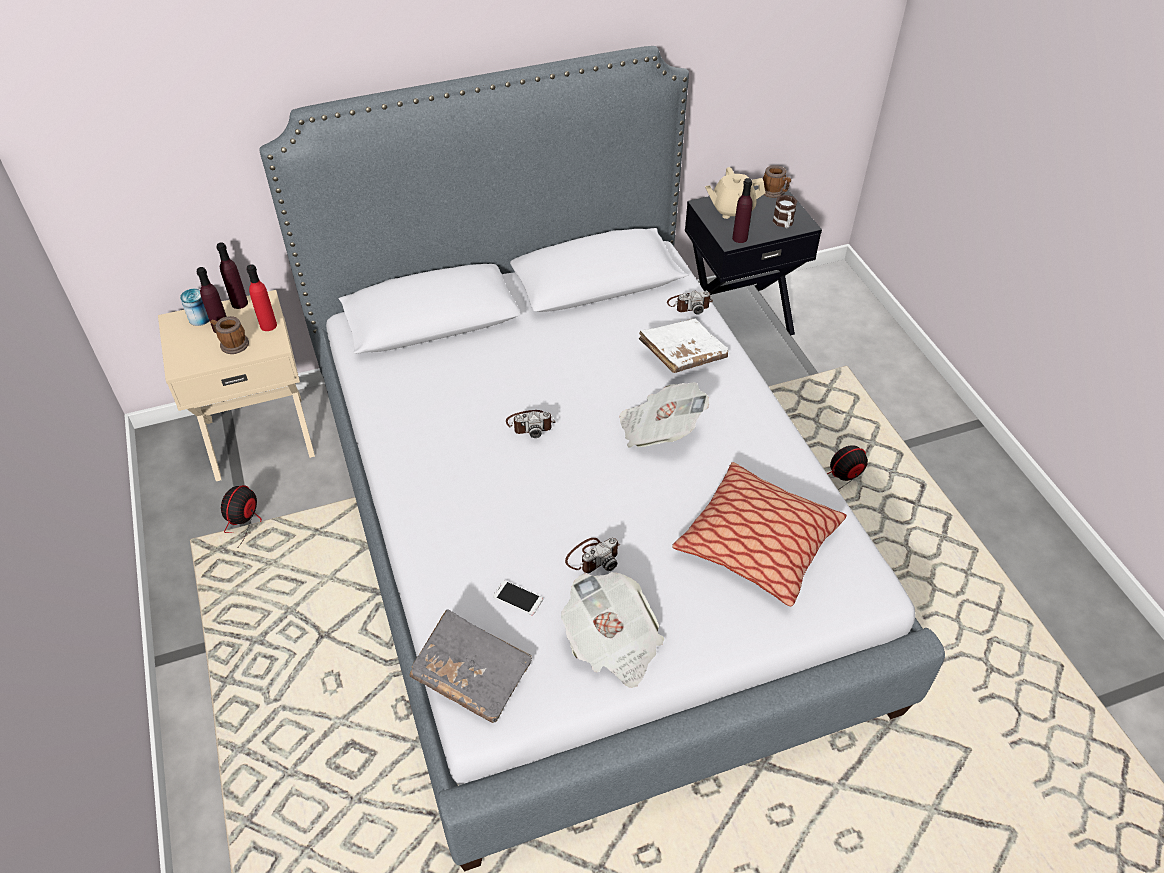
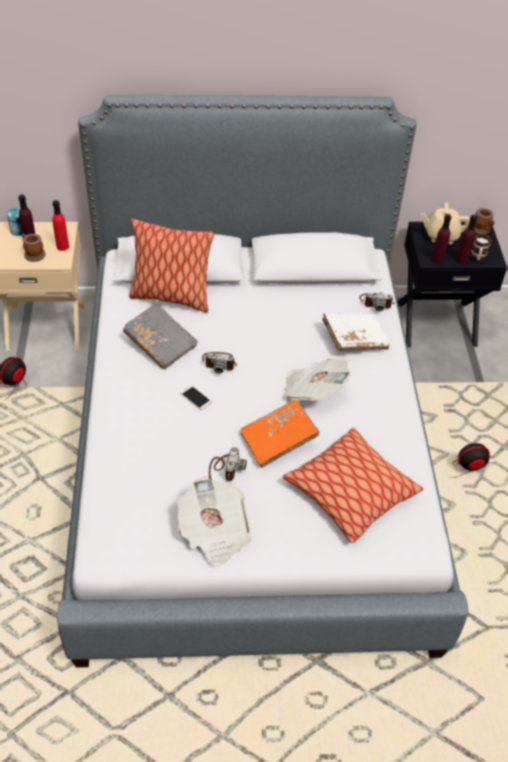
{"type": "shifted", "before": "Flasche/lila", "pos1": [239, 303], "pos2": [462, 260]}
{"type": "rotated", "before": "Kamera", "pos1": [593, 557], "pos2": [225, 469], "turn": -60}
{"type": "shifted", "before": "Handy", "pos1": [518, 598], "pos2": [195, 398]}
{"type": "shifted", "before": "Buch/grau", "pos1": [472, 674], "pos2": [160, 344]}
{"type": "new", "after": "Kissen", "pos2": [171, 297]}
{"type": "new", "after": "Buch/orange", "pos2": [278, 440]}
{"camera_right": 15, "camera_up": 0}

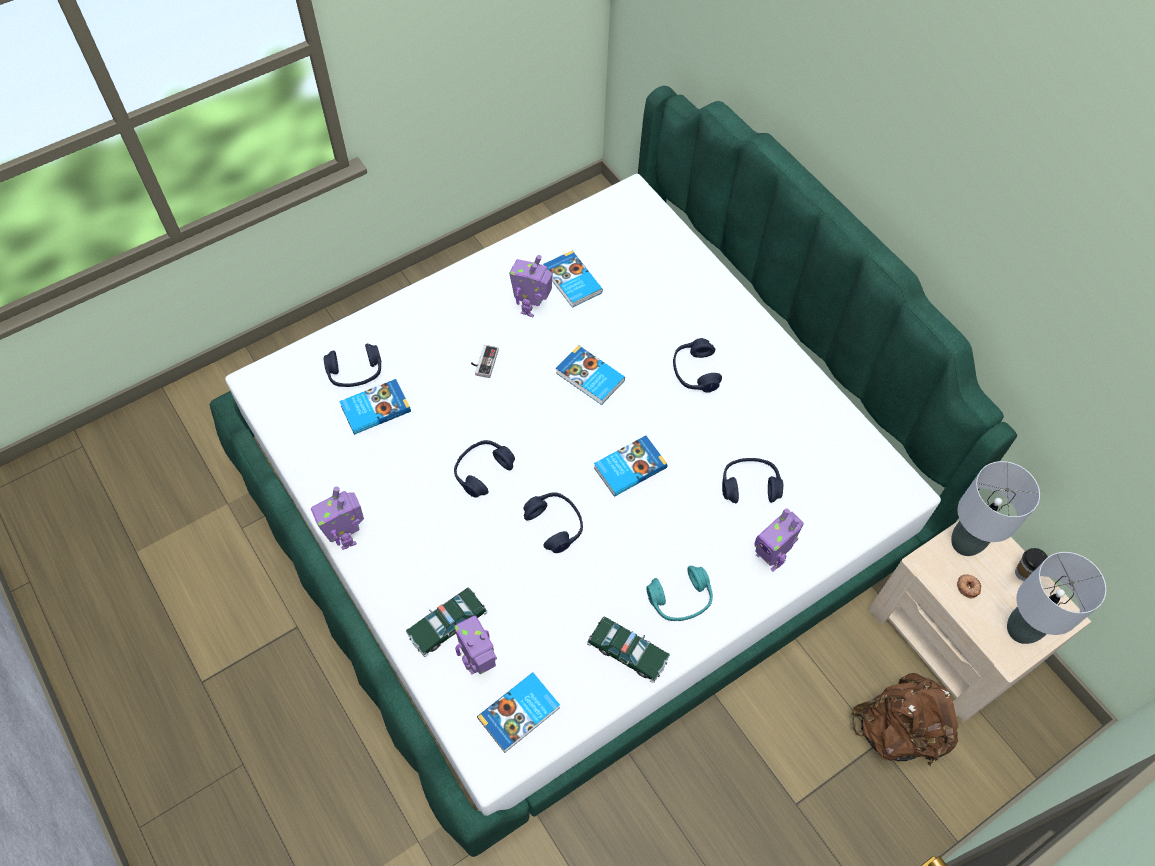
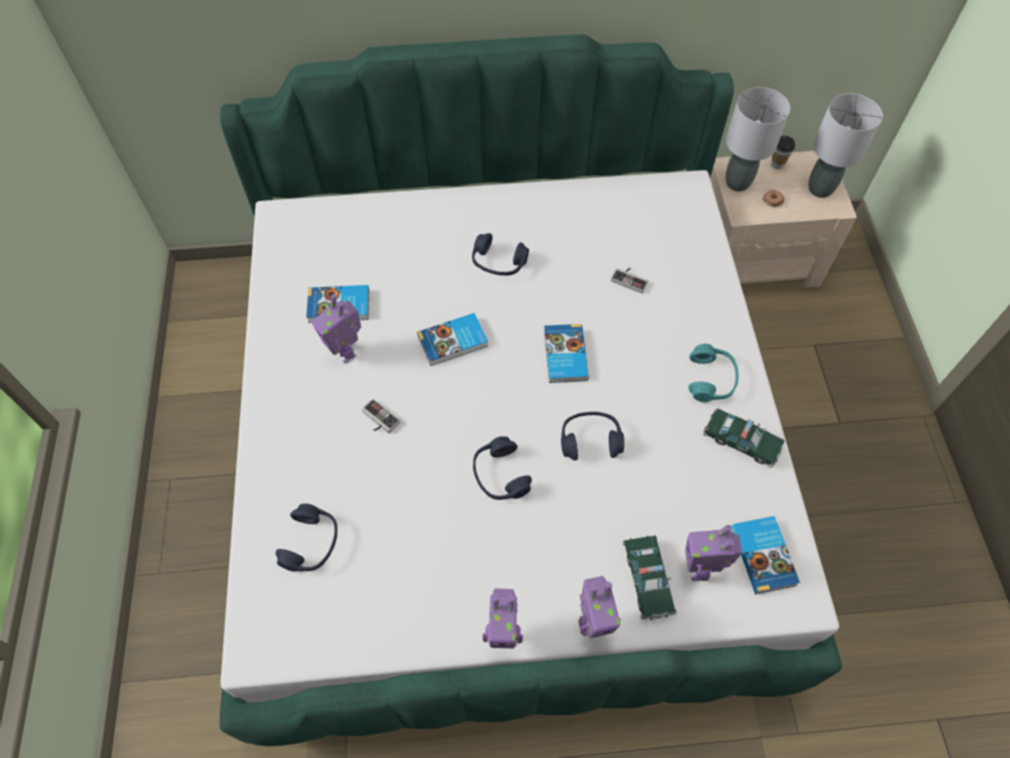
{"type": "gone", "before": "Buch", "pos1": [375, 408]}
{"type": "swapped", "before": "Kopfhörer/blau", "after": "Gamepad", "pos1": [749, 485], "pos2": [630, 279]}
{"type": "shifted", "before": "Spielzeugroboter", "pos1": [770, 557], "pos2": [593, 623]}
{"type": "rotated", "before": "Spielzeugauto", "pos1": [628, 652], "pos2": [741, 441], "turn": 60}
{"type": "gone", "before": "Rucksack/braun", "pos1": [897, 731]}
{"camera_right": -60, "camera_up": 0}

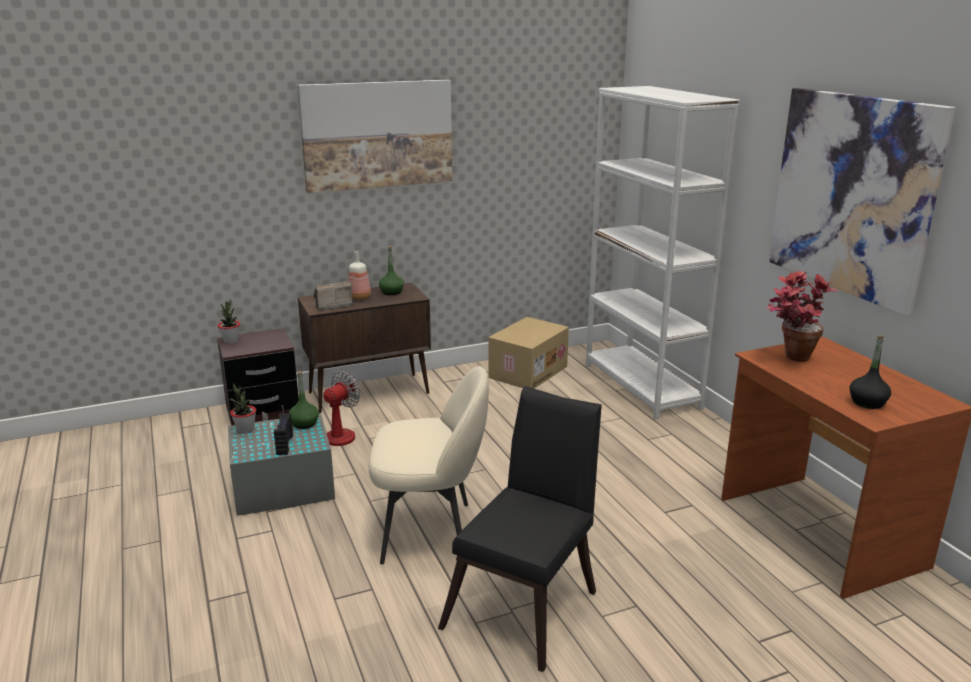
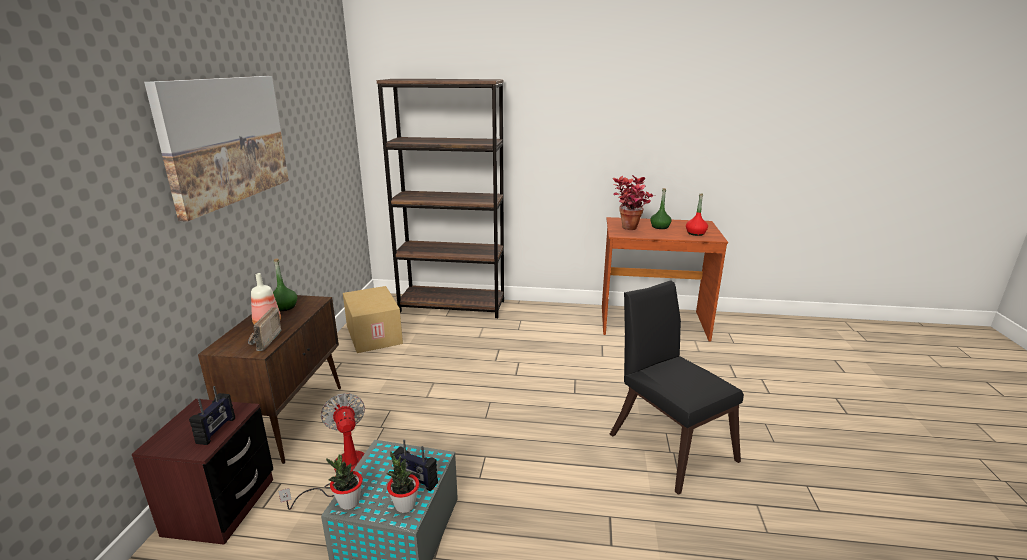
{"type": "repainted", "before": "Bücherregal/weiß", "after": "Bücherregal/braun", "pos1": [641, 386], "pos2": [452, 306]}
{"type": "gone", "before": "Bild", "pos1": [851, 195]}
{"type": "shifted", "before": "Topfpflanze", "pos1": [231, 341], "pos2": [405, 505]}
{"type": "repainted", "before": "Flasche/schwarz", "after": "Flasche/rot", "pos1": [867, 402], "pos2": [695, 233]}
{"type": "gone", "before": "Stuhl/beige", "pos1": [430, 532]}
{"type": "shifted", "before": "Flasche/grün", "pos1": [304, 423], "pos2": [660, 227]}
{"type": "new", "after": "Radio", "pos2": [216, 430]}
{"camera_right": -60, "camera_up": 0}

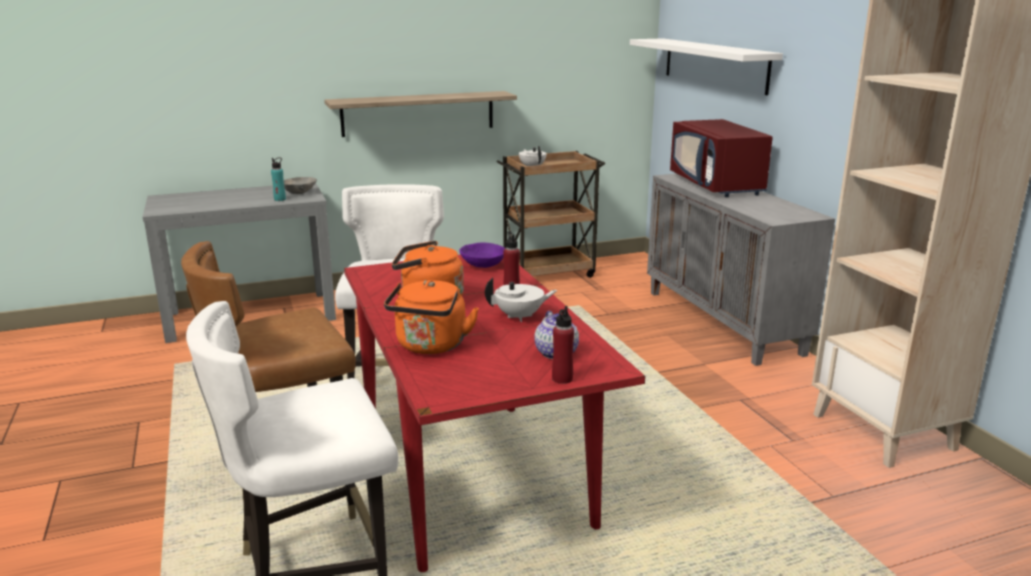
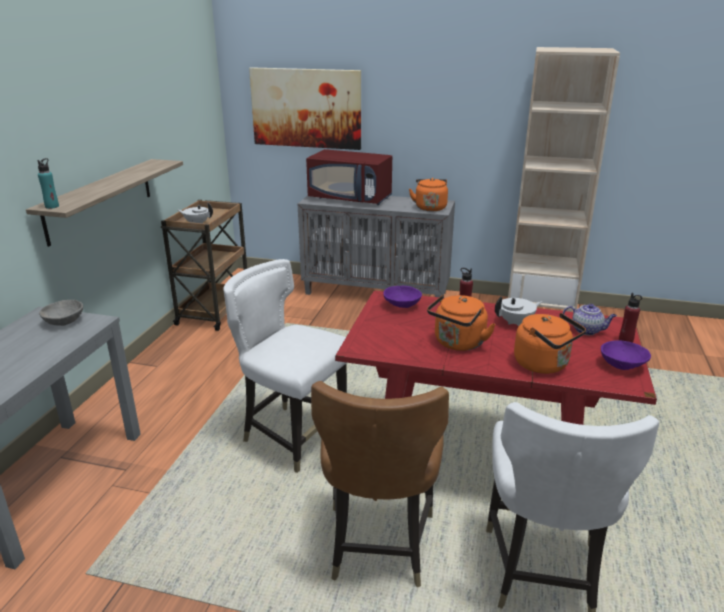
{"type": "swapped", "before": "Wandregal/weiß", "after": "Bild", "pos1": [714, 64], "pos2": [306, 108]}
{"type": "shifted", "before": "Flasche/türkis", "pos1": [280, 199], "pos2": [52, 206]}
{"type": "rotated", "before": "Teekanne/weiß", "pos1": [520, 317], "pos2": [516, 323], "turn": 45}
{"type": "new", "after": "Wasserkessel/orange", "pos2": [430, 207]}
{"type": "new", "after": "Schüssel/lila", "pos2": [623, 365]}
{"camera_right": -55, "camera_up": 5}

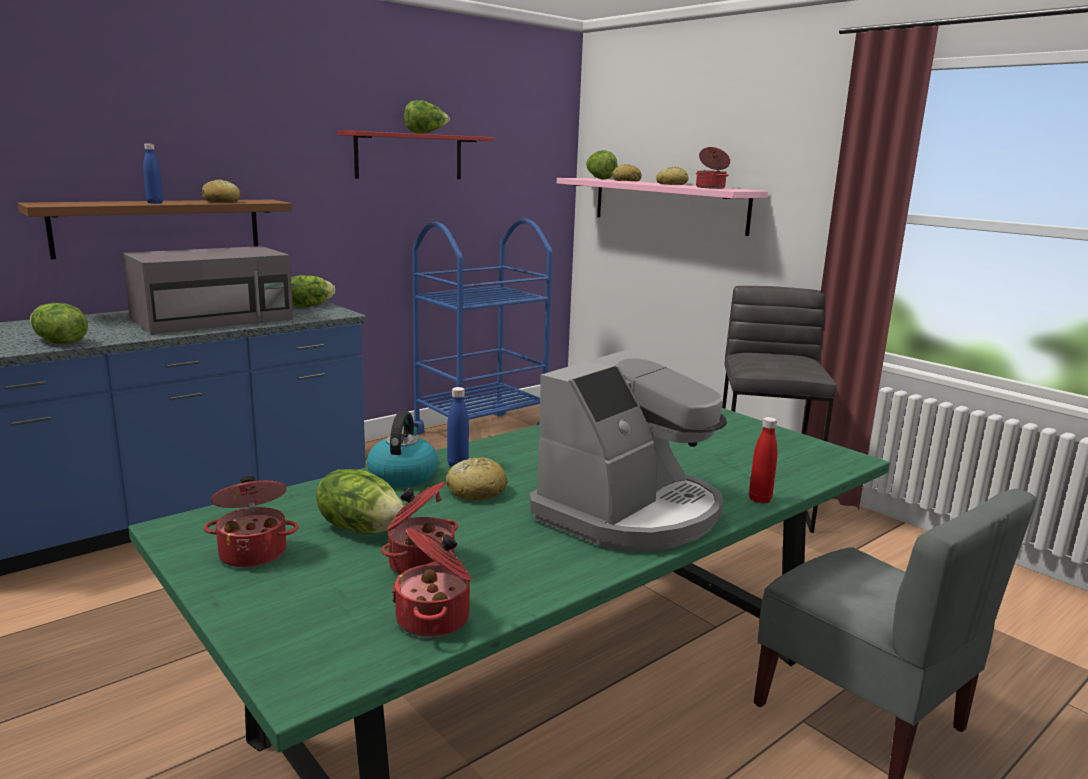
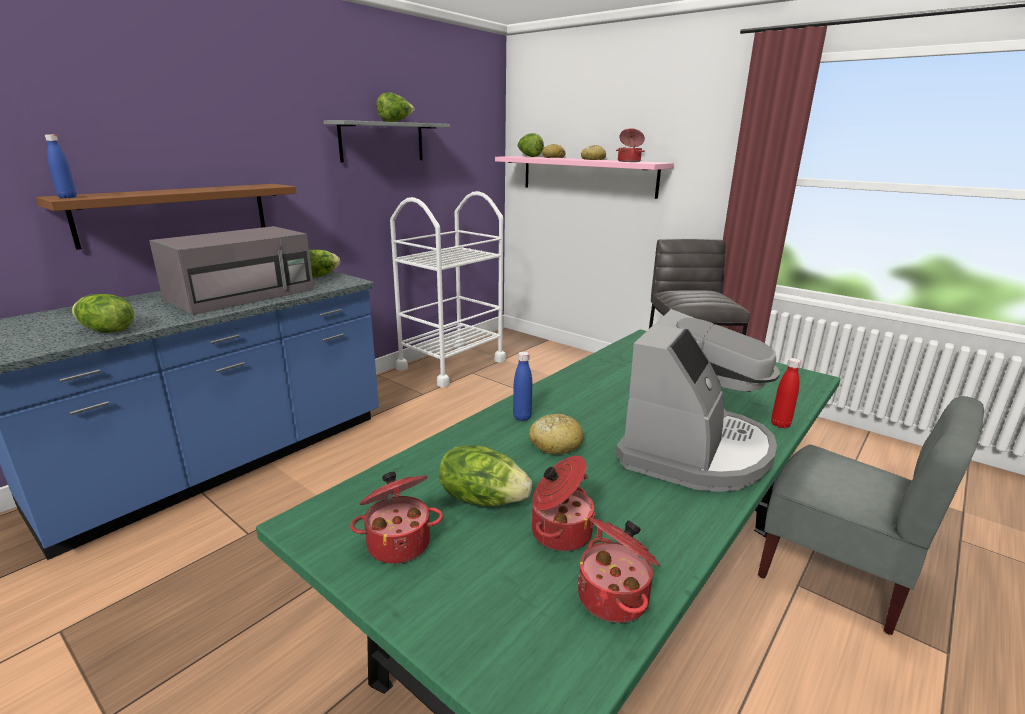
{"type": "repainted", "before": "Wandregal/rot", "after": "Wandregal/grau", "pos1": [409, 156], "pos2": [382, 142]}
{"type": "shifted", "before": "Flasche/blau", "pos1": [155, 203], "pos2": [67, 197]}
{"type": "gone", "before": "Brot", "pos1": [221, 201]}
{"type": "repainted", "before": "Rollwagen/blau", "after": "Rollwagen/weiß", "pos1": [480, 433], "pos2": [451, 364]}
{"type": "gone", "before": "Wasserkessel", "pos1": [402, 475]}
{"camera_right": -10, "camera_up": 5}

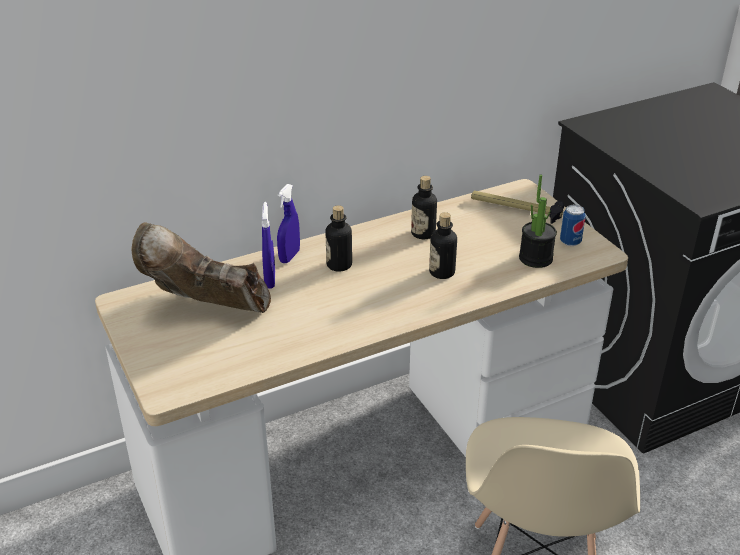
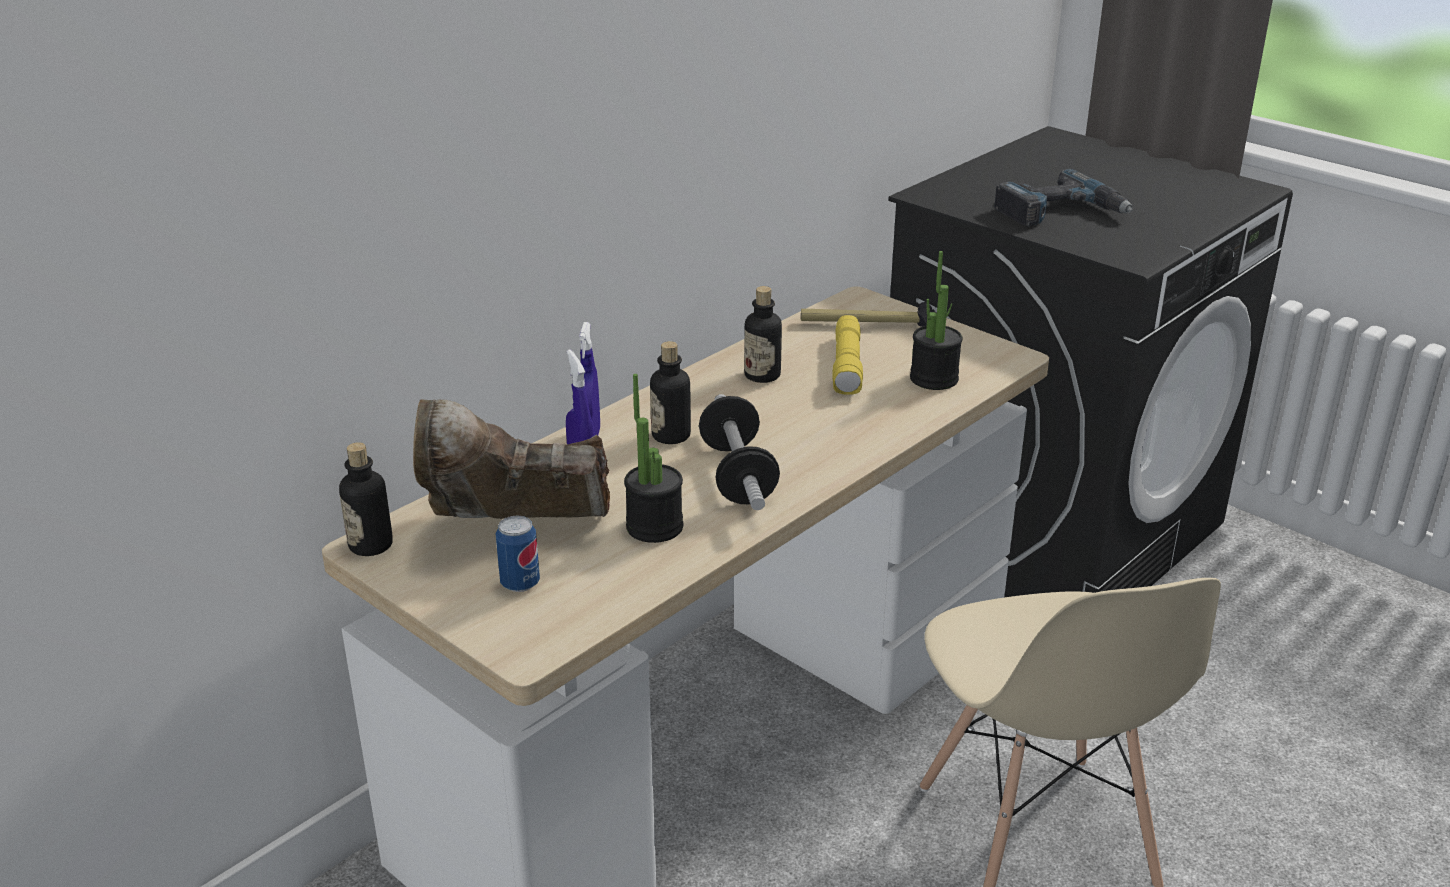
{"type": "shifted", "before": "Dose", "pos1": [570, 242], "pos2": [520, 583]}
{"type": "shifted", "before": "Flasche", "pos1": [442, 272], "pos2": [370, 545]}
{"type": "new", "after": "Bohrmaschine", "pos2": [1060, 212]}
{"type": "new", "after": "Taschenlampe/gelb", "pos2": [848, 367]}
{"type": "new", "after": "Topfpflanze", "pos2": [654, 527]}
{"type": "new", "after": "Hantel", "pos2": [738, 475]}
{"camera_right": -20, "camera_up": -5}

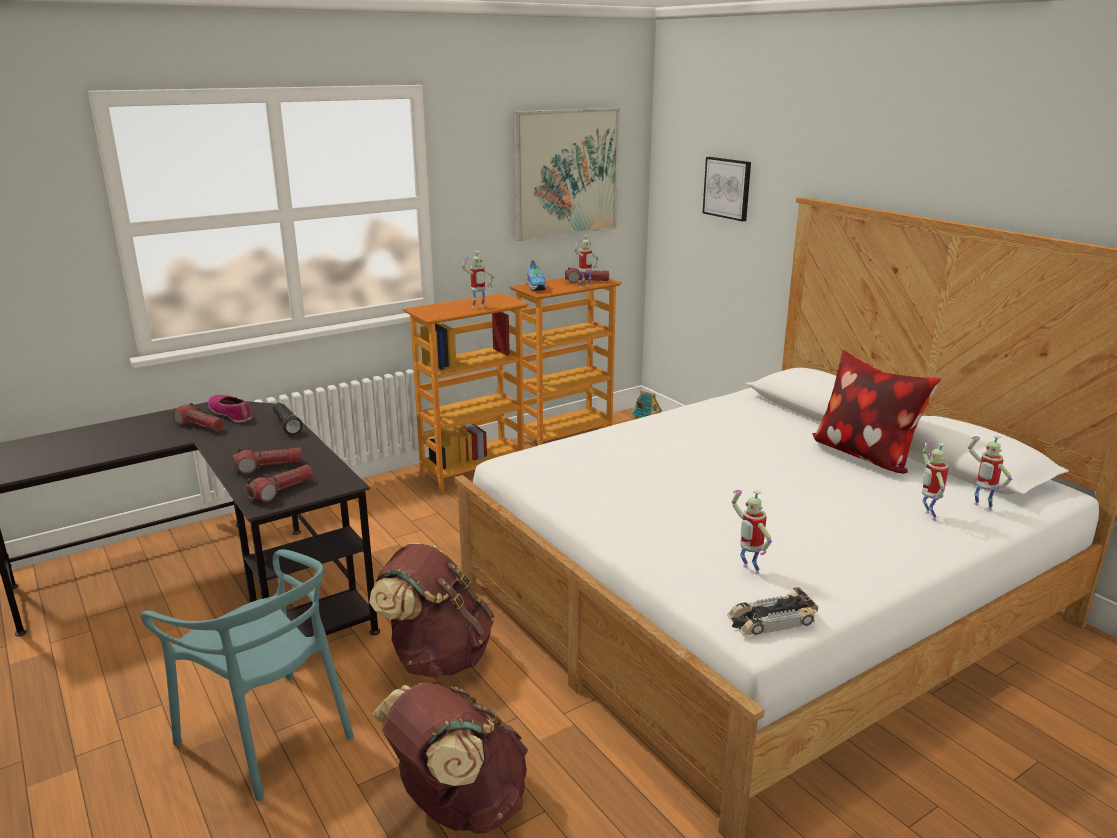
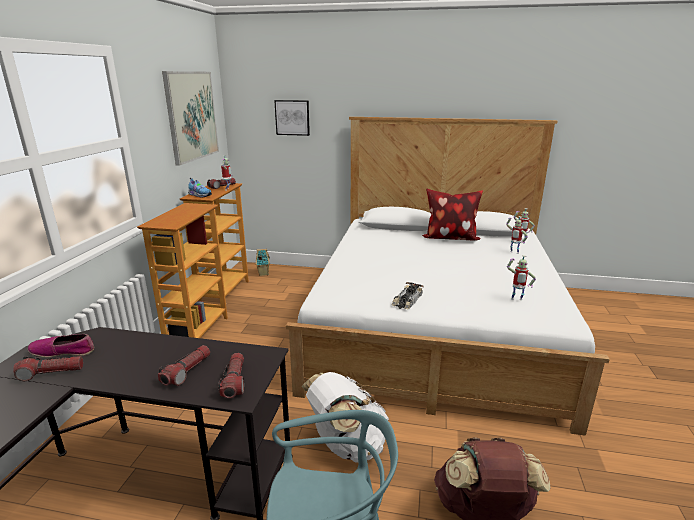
{"type": "gone", "before": "Spielzeugroboter", "pos1": [478, 307]}
{"type": "gone", "before": "Taschenlampe/schwarz", "pos1": [286, 425]}
{"type": "repainted", "before": "Rucksack/braun", "after": "Rucksack/weiß", "pos1": [437, 657], "pos2": [346, 445]}
{"type": "shifted", "before": "Spielzeugauto", "pos1": [770, 620], "pos2": [407, 300]}
{"camera_right": -45, "camera_up": 0}

